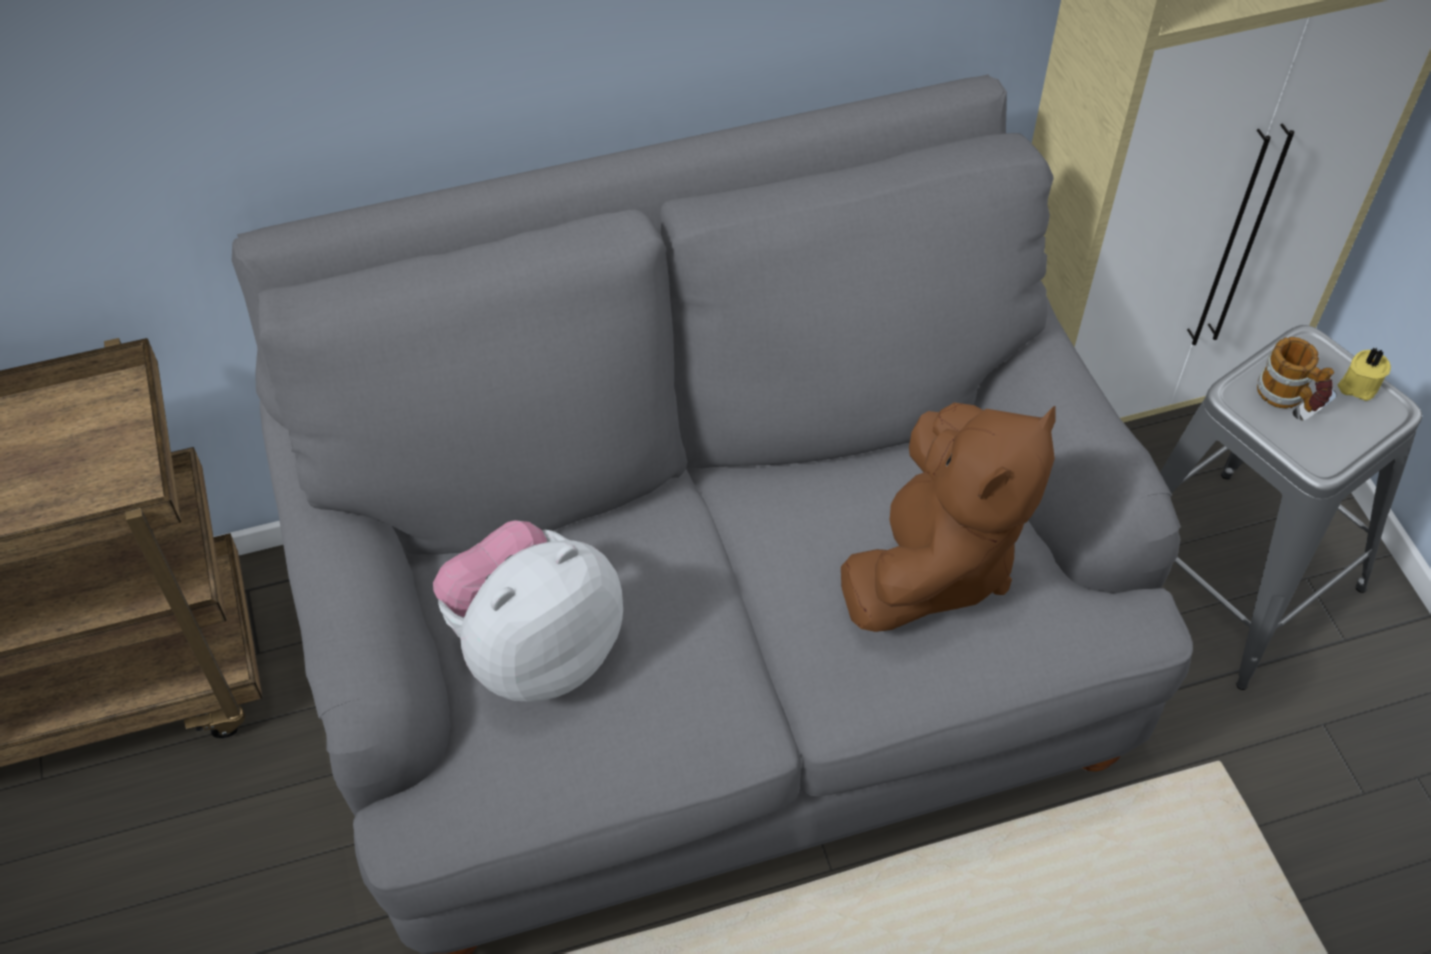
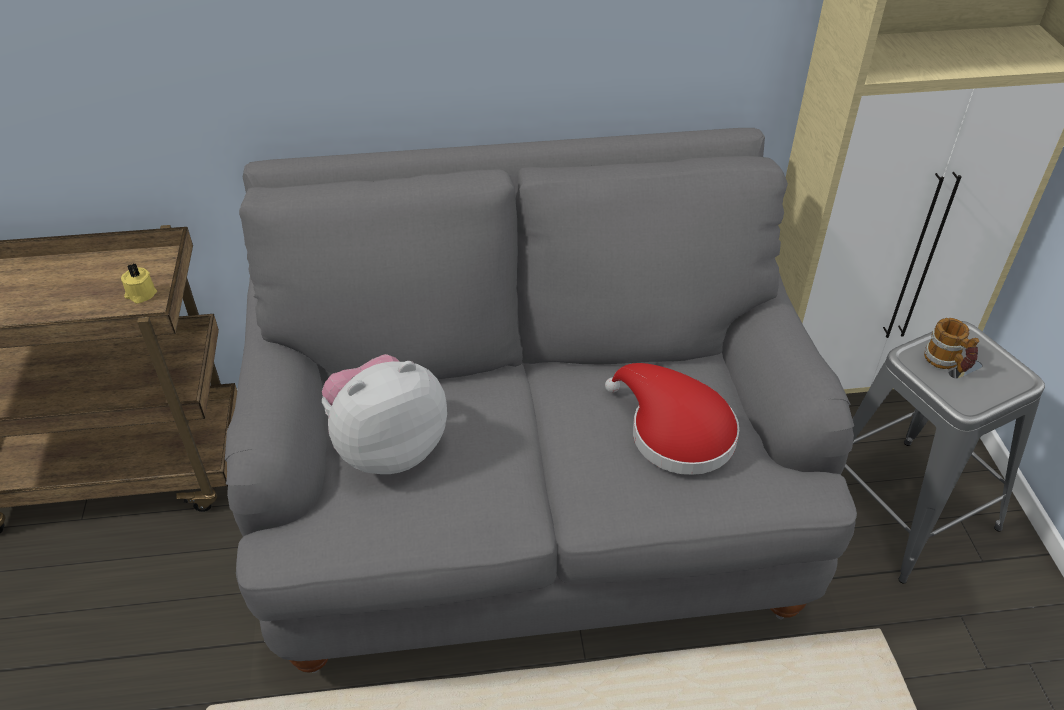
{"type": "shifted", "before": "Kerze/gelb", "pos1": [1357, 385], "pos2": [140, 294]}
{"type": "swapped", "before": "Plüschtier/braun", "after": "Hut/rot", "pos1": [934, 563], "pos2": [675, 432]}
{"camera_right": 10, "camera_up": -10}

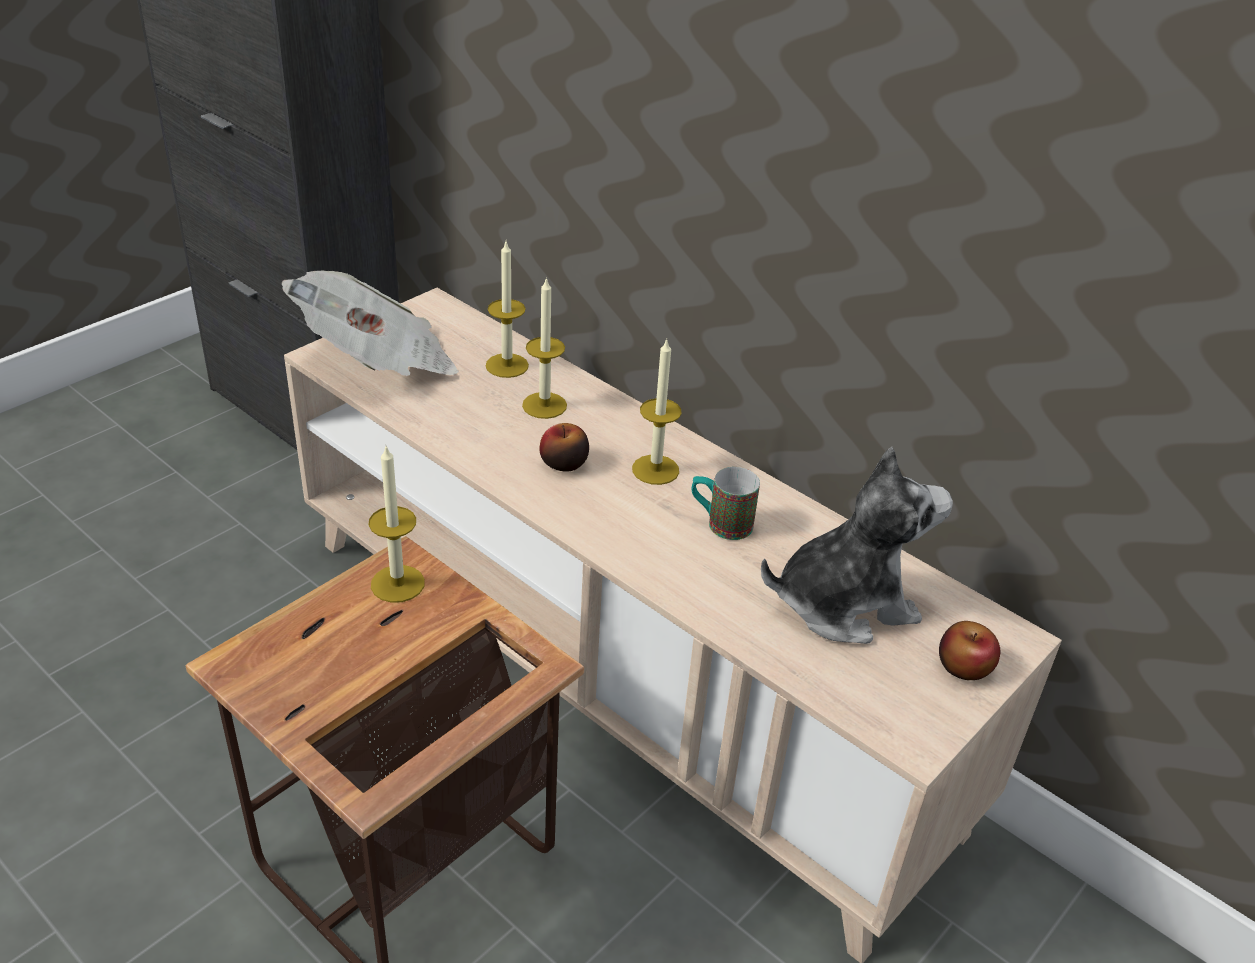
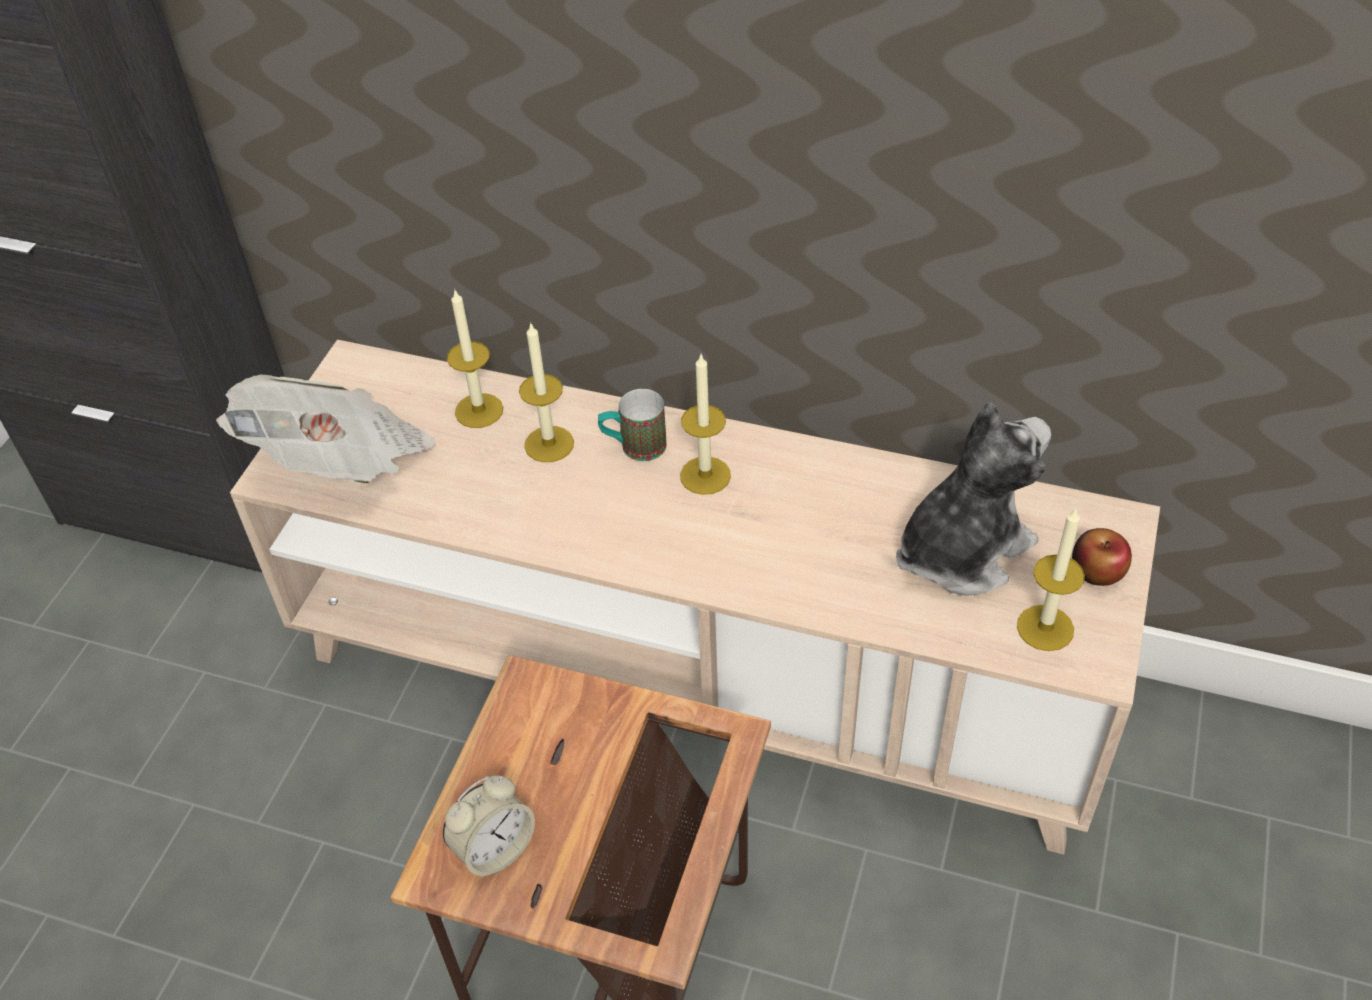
{"type": "gone", "before": "Apfel", "pos1": [564, 463]}
{"type": "shifted", "before": "Kerze", "pos1": [397, 584], "pos2": [1045, 628]}
{"type": "shifted", "before": "Henkelbecher", "pos1": [720, 523], "pos2": [634, 447]}
{"type": "new", "after": "Wecker", "pos2": [494, 849]}
{"camera_right": -20, "camera_up": 10}

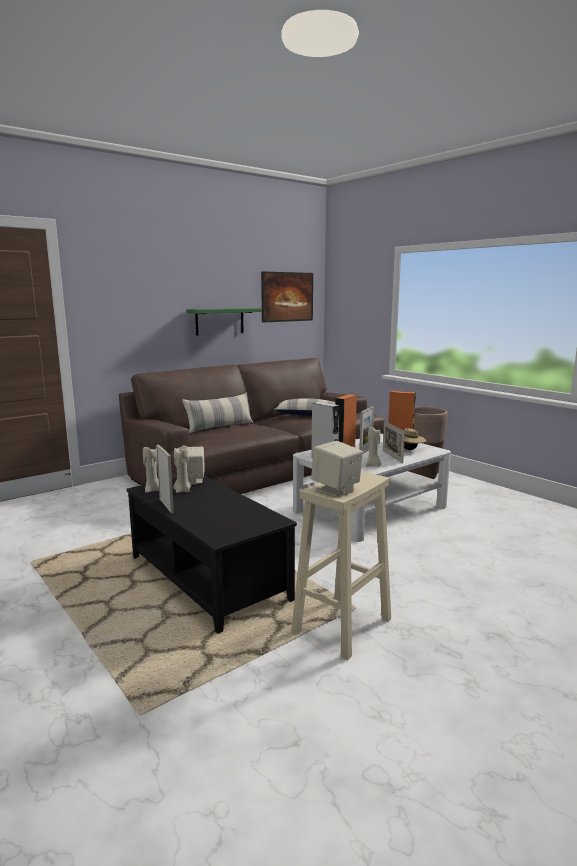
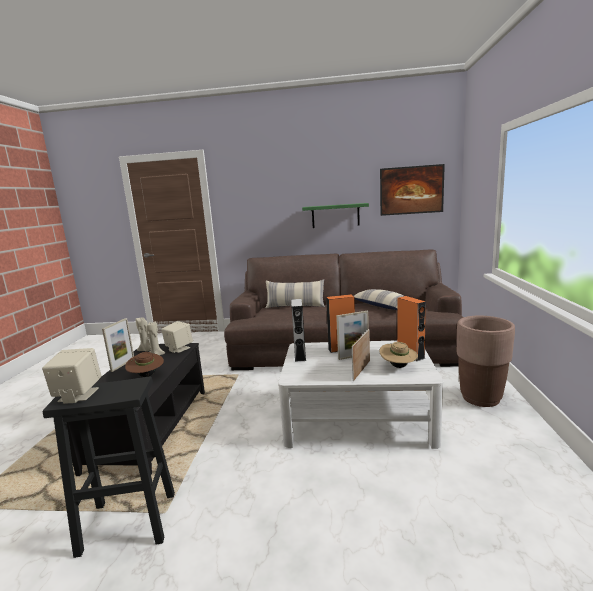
{"type": "gone", "before": "Kerze/beige", "pos1": [373, 465]}
{"type": "repainted", "before": "Hocker/beige", "after": "Hocker/schwarz", "pos1": [342, 625], "pos2": [130, 522]}
{"type": "new", "after": "Hut/braun", "pos2": [146, 376]}
{"camera_right": 45, "camera_up": 0}

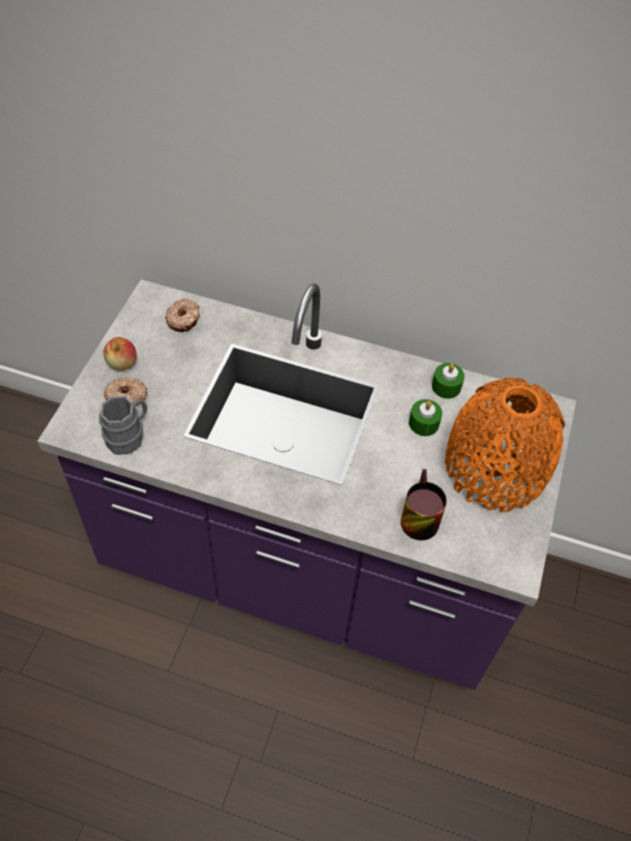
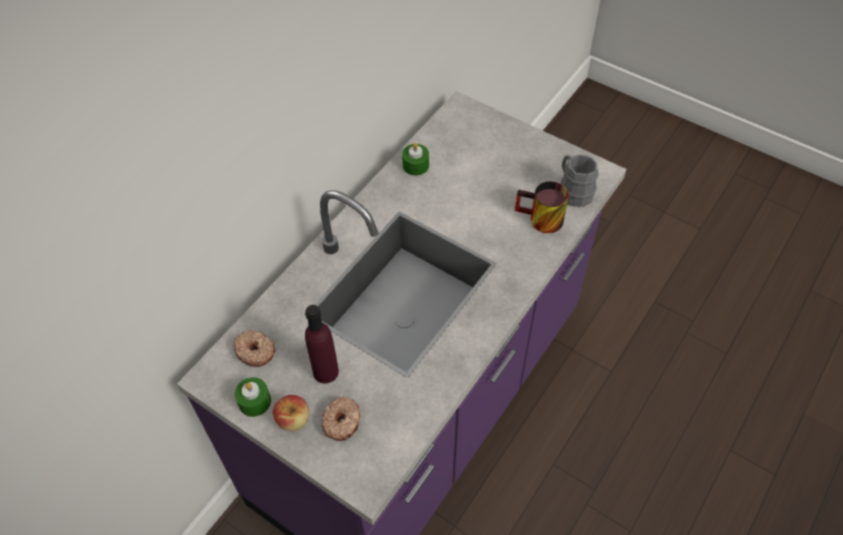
{"type": "gone", "before": "Vase/orange", "pos1": [494, 468]}
{"type": "shifted", "before": "Henkelbecher/grau", "pos1": [129, 435], "pos2": [573, 191]}
{"type": "shifted", "before": "Kerze/grün", "pos1": [423, 423], "pos2": [254, 401]}
{"type": "new", "after": "Flasche/lila", "pos2": [326, 372]}
{"camera_right": -70, "camera_up": 0}

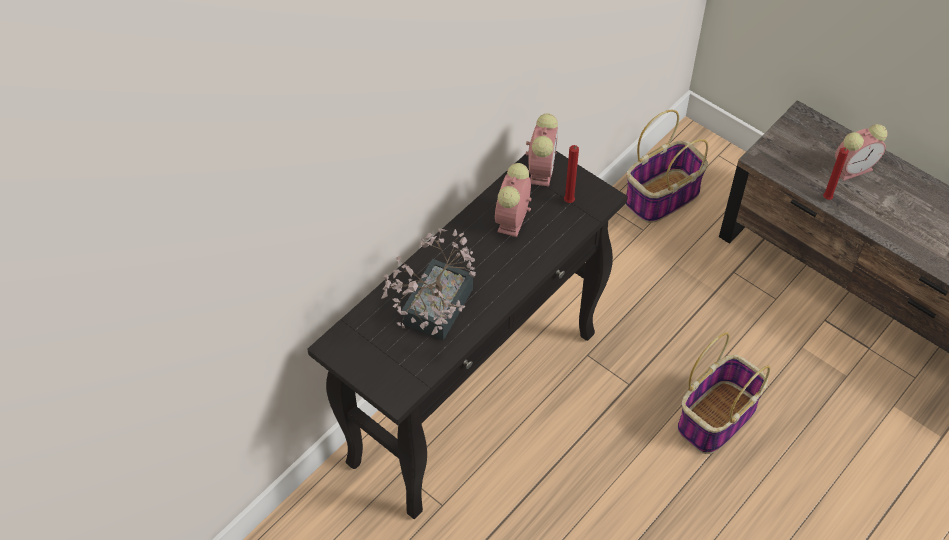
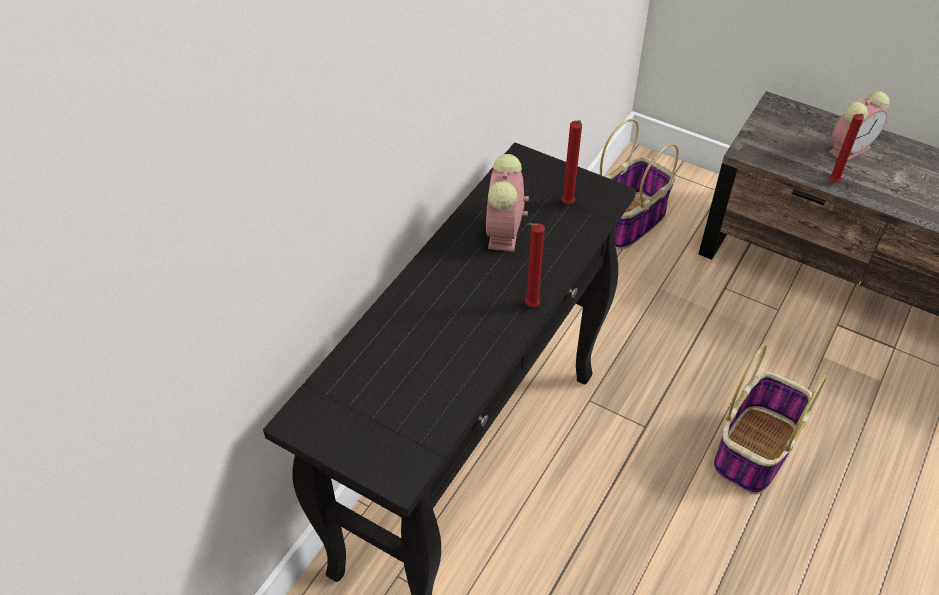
{"type": "gone", "before": "Wecker", "pos1": [541, 169]}
{"type": "gone", "before": "Topfpflanze", "pos1": [433, 313]}
{"type": "new", "after": "Kerze/rot", "pos2": [530, 306]}
{"camera_right": -10, "camera_up": -5}

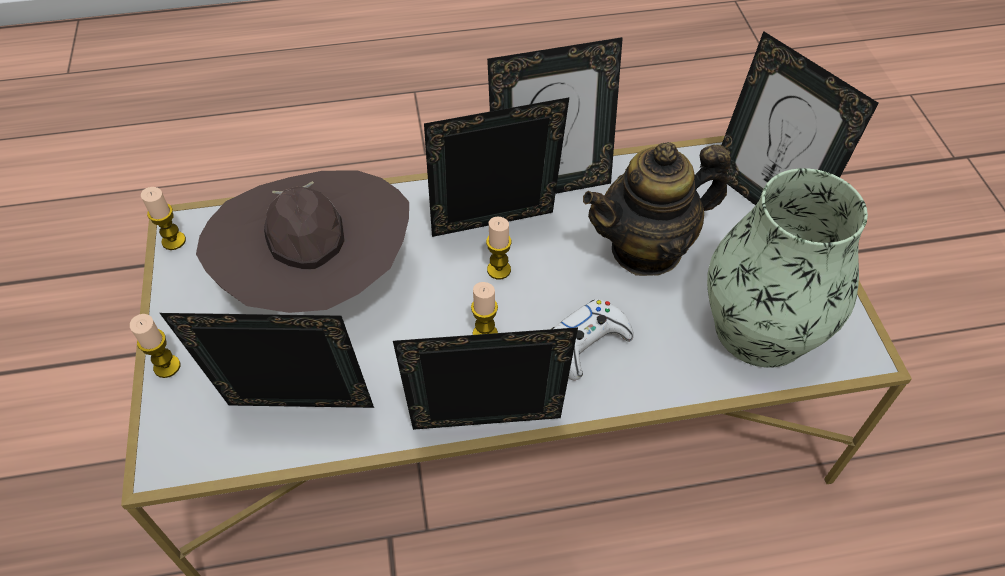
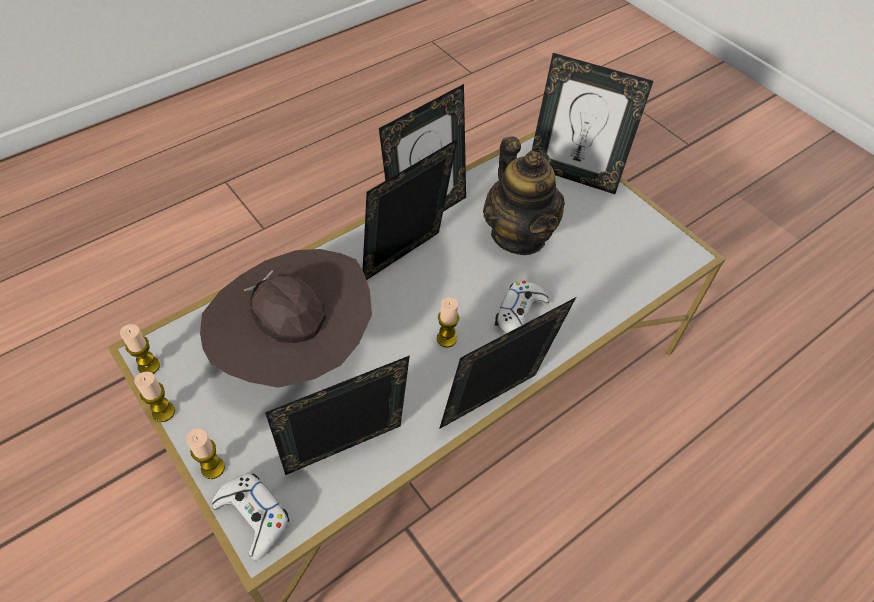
{"type": "rotated", "before": "Teekanne", "pos1": [647, 249], "pos2": [518, 235], "turn": -60}
{"type": "gone", "before": "Vase", "pos1": [760, 329]}
{"type": "shifted", "before": "Kerze", "pos1": [499, 270], "pos2": [163, 412]}
{"type": "new", "after": "Gamepad/weiß", "pos2": [253, 517]}
{"camera_right": -30, "camera_up": 0}

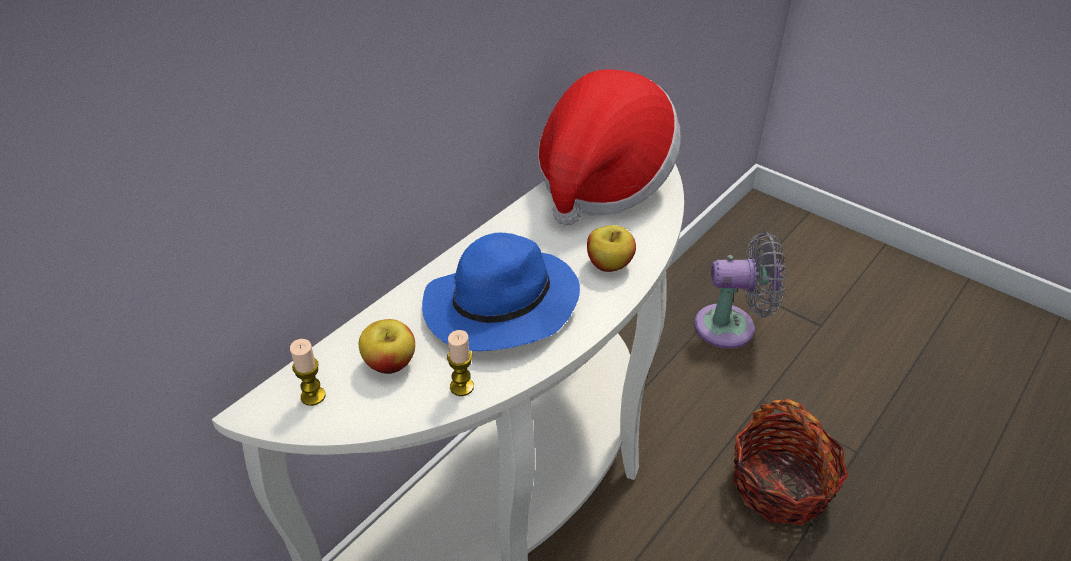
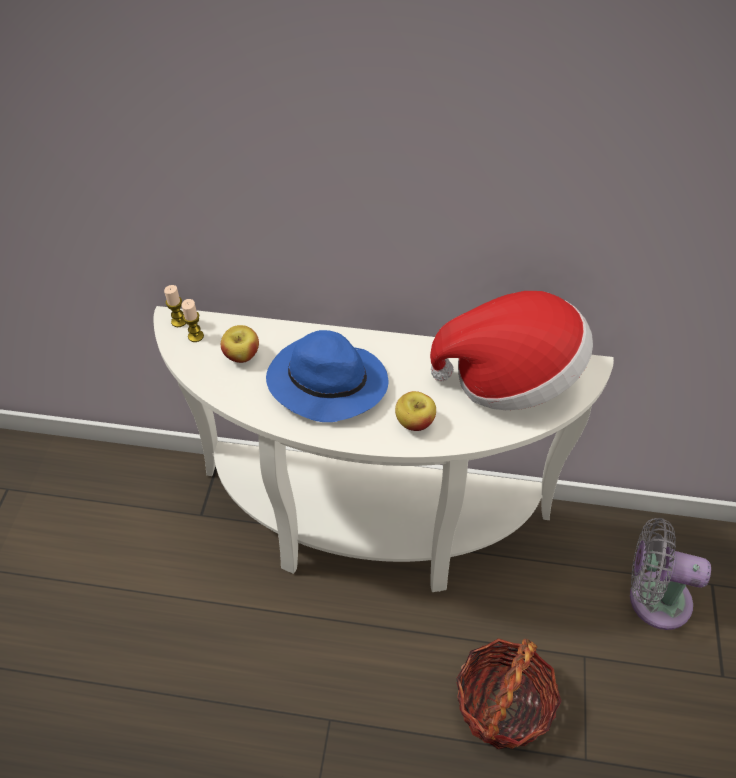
{"type": "rotated", "before": "Ventilator/grau", "pos1": [731, 327], "pos2": [652, 598], "turn": 135}
{"type": "shifted", "before": "Kerze", "pos1": [461, 387], "pos2": [179, 321]}
{"camera_right": 60, "camera_up": 10}

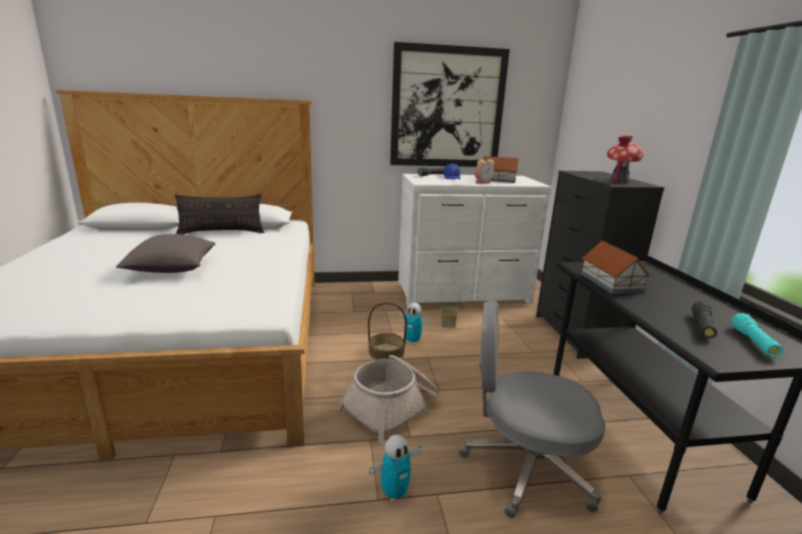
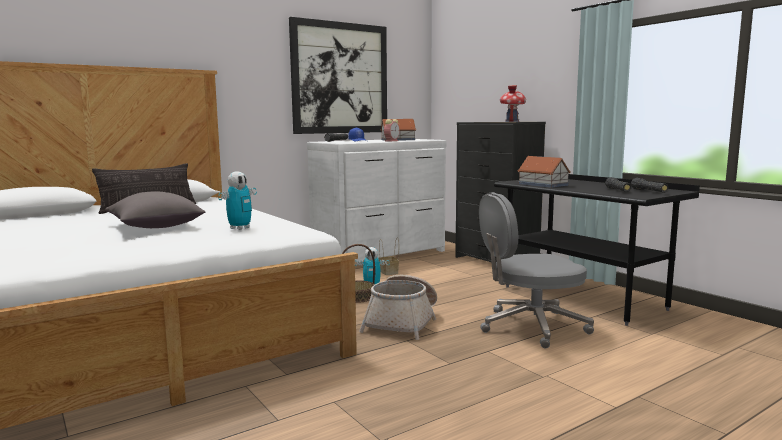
{"type": "repainted", "before": "Taschenlampe/türkis", "after": "Taschenlampe/schwarz", "pos1": [753, 342], "pos2": [649, 191]}
{"type": "shifted", "before": "Spielzeugroboter", "pos1": [394, 493], "pos2": [240, 228]}
{"camera_right": -25, "camera_up": -10}

